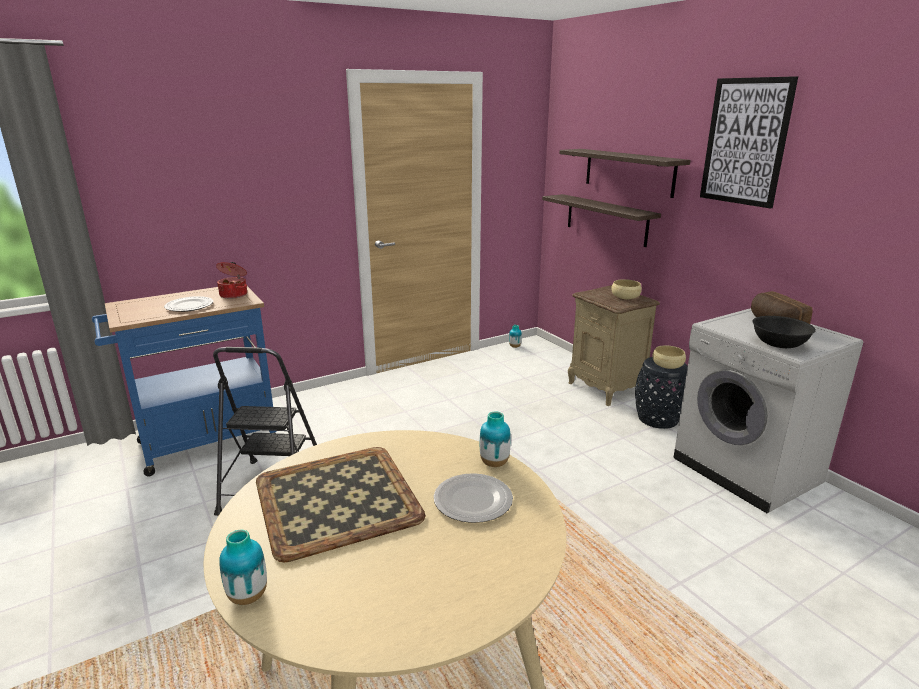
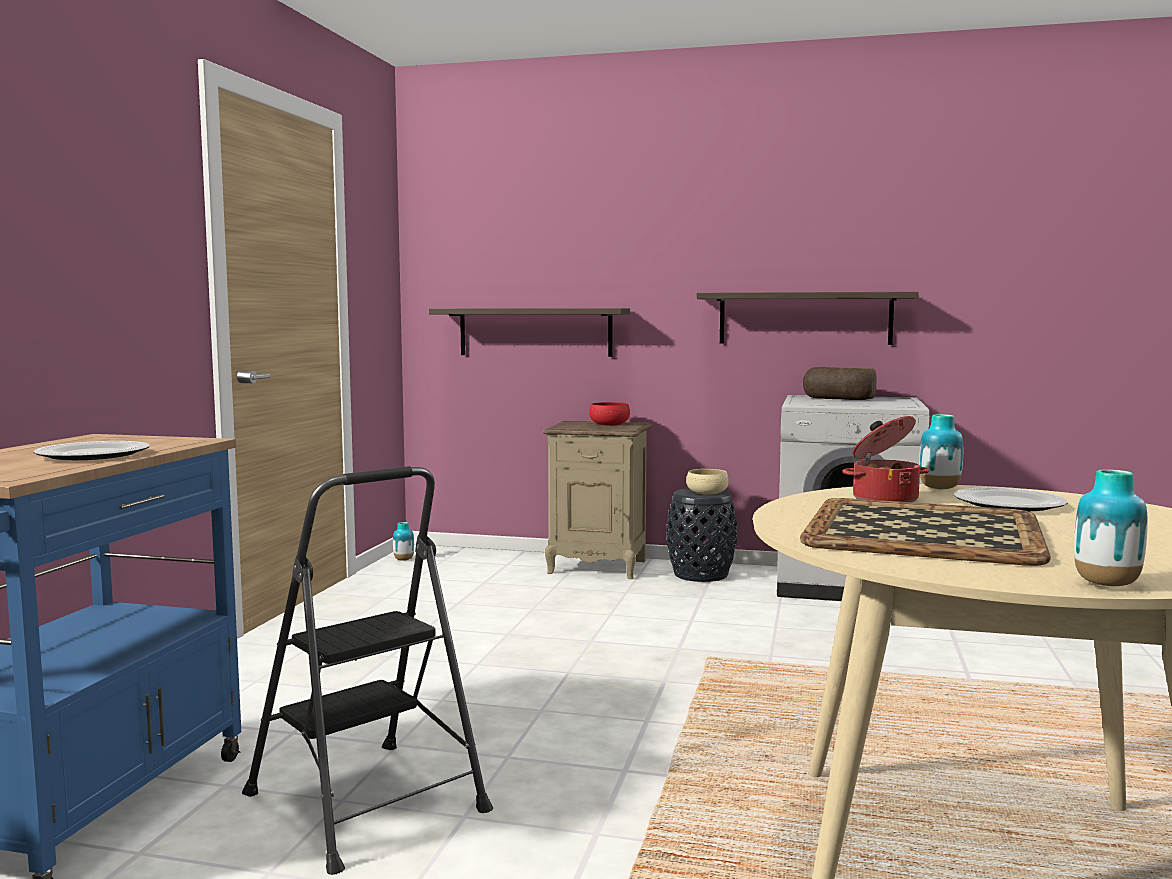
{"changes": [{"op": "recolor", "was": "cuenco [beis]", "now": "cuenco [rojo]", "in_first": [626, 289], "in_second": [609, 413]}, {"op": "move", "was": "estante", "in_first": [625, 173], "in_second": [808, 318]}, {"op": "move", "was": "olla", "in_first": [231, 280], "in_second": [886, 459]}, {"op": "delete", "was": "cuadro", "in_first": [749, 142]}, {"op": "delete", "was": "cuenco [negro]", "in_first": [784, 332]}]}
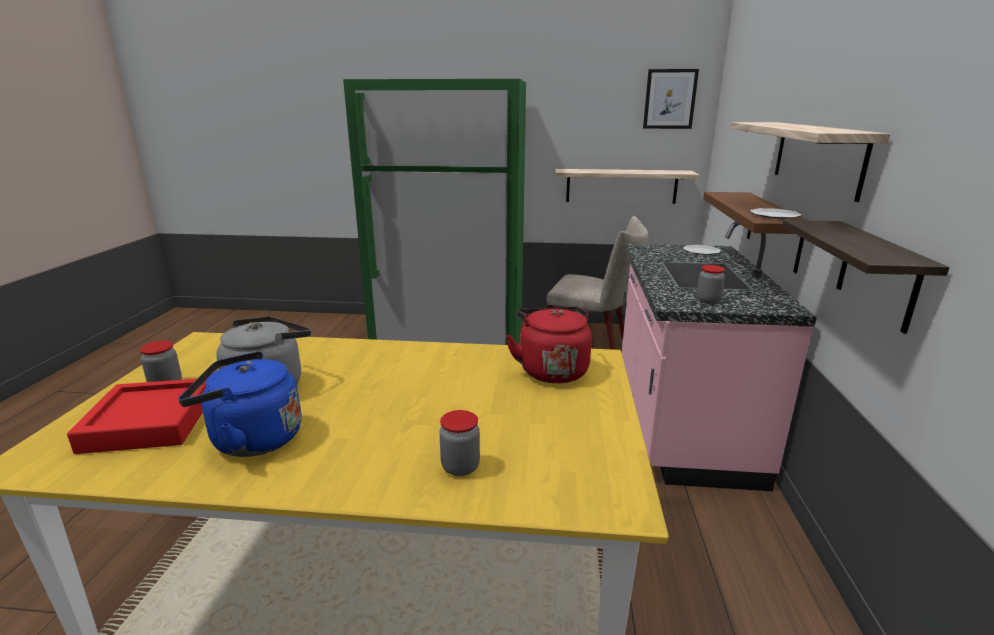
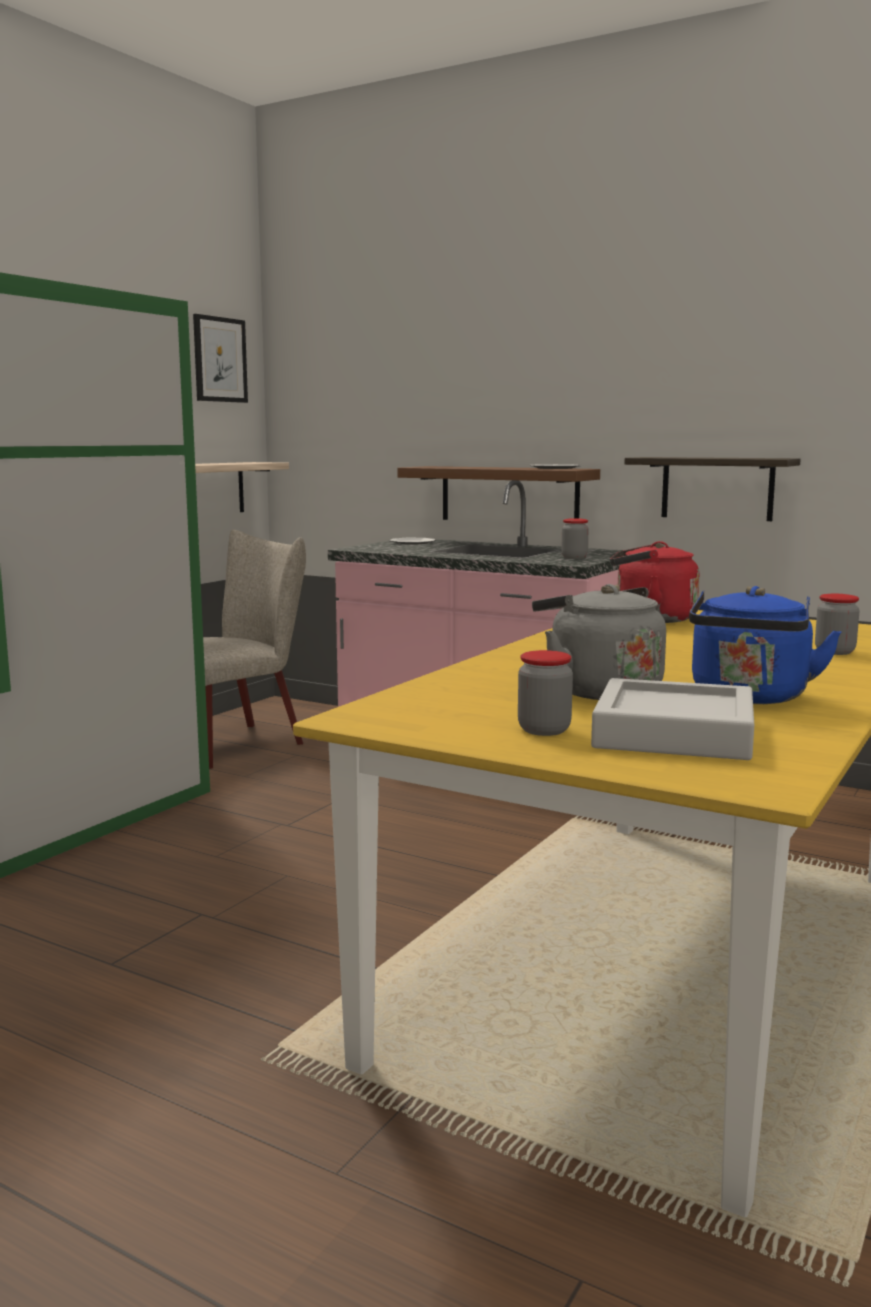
{"changes": [{"op": "recolor", "was": "bandeja [rojo]", "now": "bandeja [gris]", "in_first": [136, 416], "in_second": [672, 719]}, {"op": "delete", "was": "estante", "in_first": [810, 162]}]}
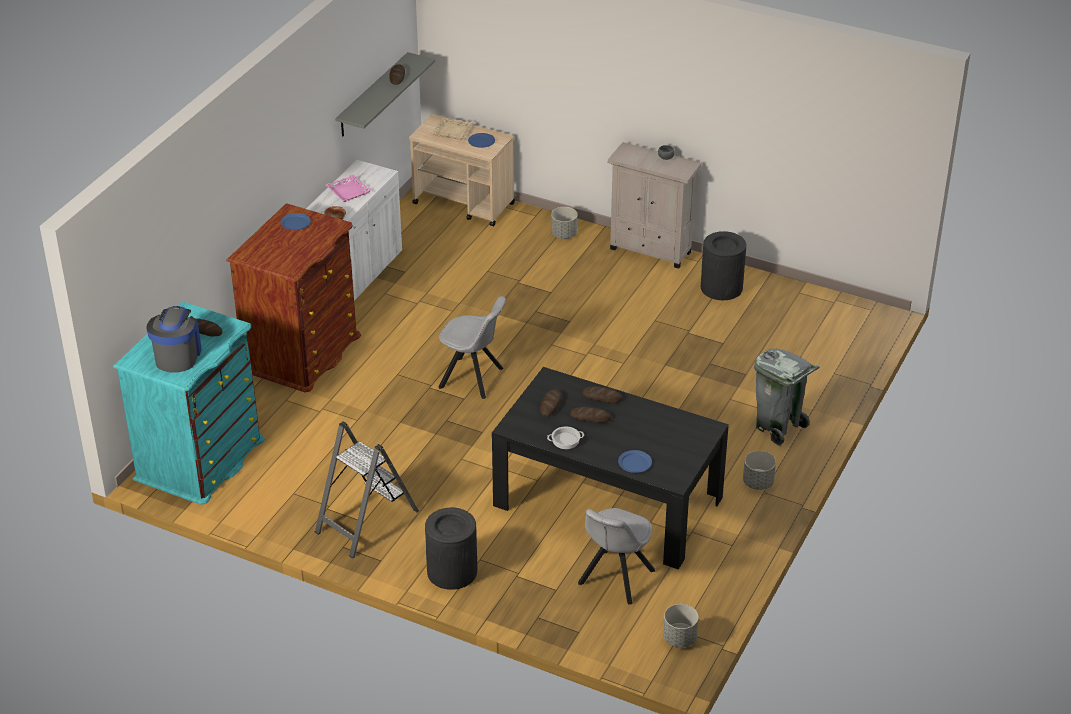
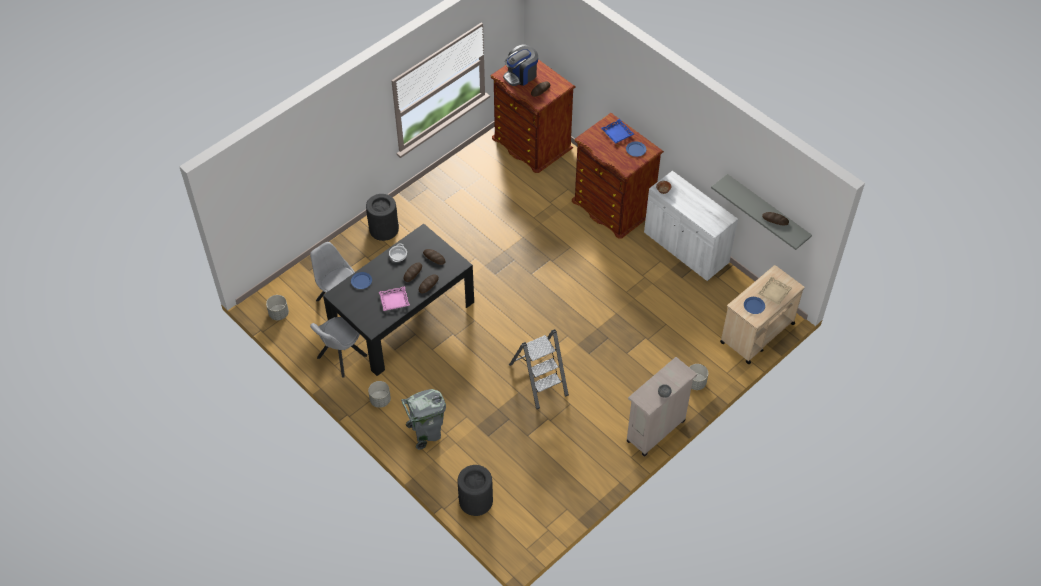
{"changes": [{"op": "move", "was": "silla [gris]", "in_first": [472, 347], "in_second": [338, 347]}, {"op": "move", "was": "bandeja [rosa]", "in_first": [348, 188], "in_second": [394, 298]}, {"op": "move", "was": "papelera [negro]", "in_first": [723, 265], "in_second": [475, 490]}, {"op": "recolor", "was": "cómoda [turquesa]", "now": "cómoda [marrón]", "in_first": [189, 403], "in_second": [533, 116]}, {"op": "rotate", "was": "cafetera", "in_first": [174, 339], "in_second": [520, 65], "clockwise": 120}, {"op": "move", "was": "escalera de tijera [gris]", "in_first": [367, 490], "in_second": [539, 369]}, {"op": "insert", "now": "bandeja [azul]", "in_second": [617, 131]}]}
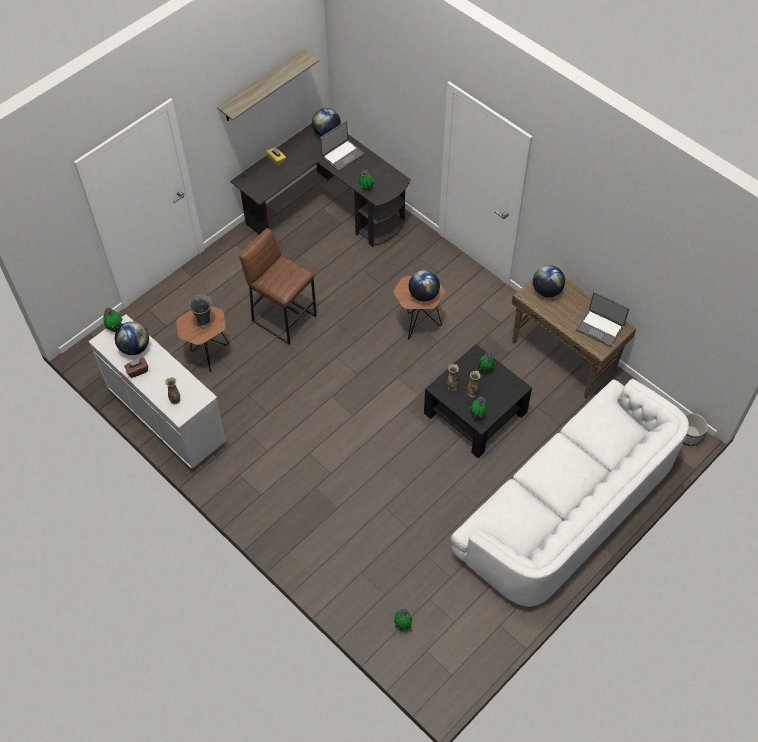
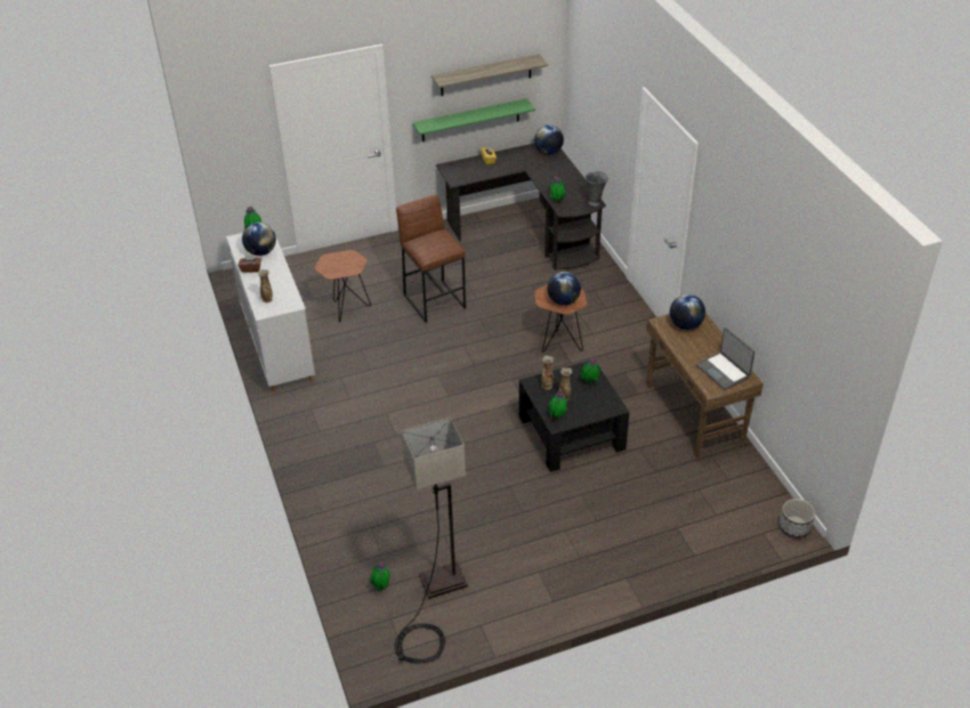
{"changes": [{"op": "insert", "now": "lámpara de pie", "in_second": [431, 540]}, {"op": "insert", "now": "estante [verde]", "in_second": [474, 120]}, {"op": "move", "was": "florero [gris]", "in_first": [200, 311], "in_second": [596, 189]}, {"op": "delete", "was": "portátil", "in_first": [342, 146]}, {"op": "delete", "was": "sofá [blanco]", "in_first": [570, 493]}]}
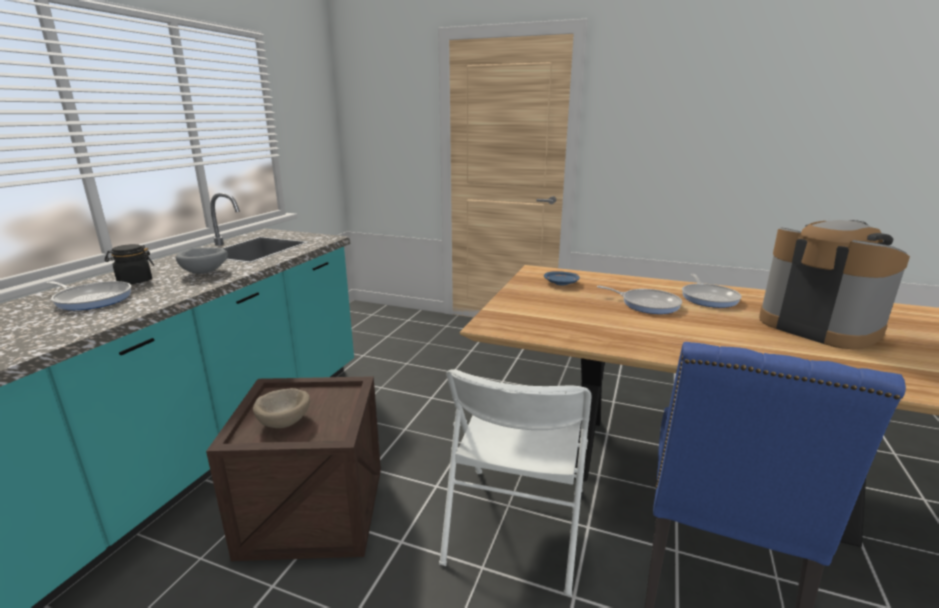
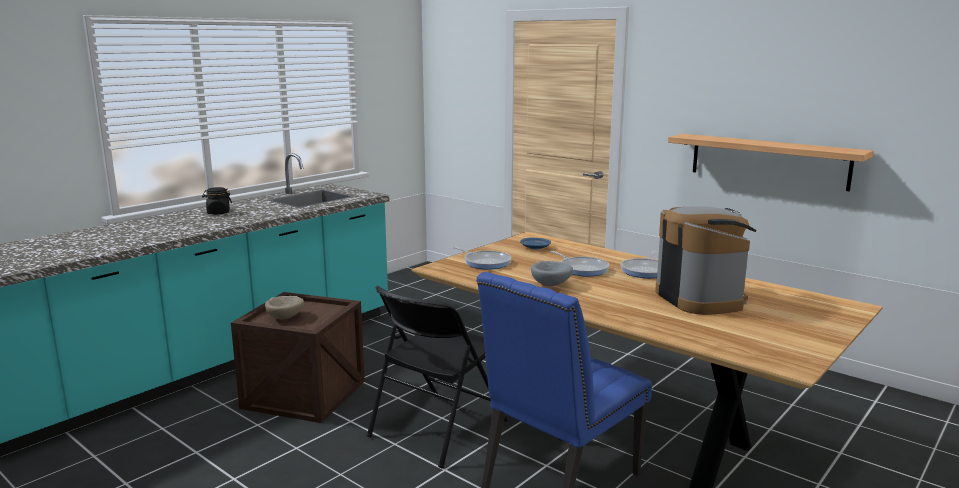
{"changes": [{"op": "recolor", "was": "silla [blanco]", "now": "silla [negro]", "in_first": [515, 482], "in_second": [437, 377]}, {"op": "move", "was": "sartén", "in_first": [88, 295], "in_second": [482, 258]}, {"op": "move", "was": "cuenco [gris]", "in_first": [202, 260], "in_second": [552, 273]}, {"op": "insert", "now": "estante", "in_second": [771, 163]}]}
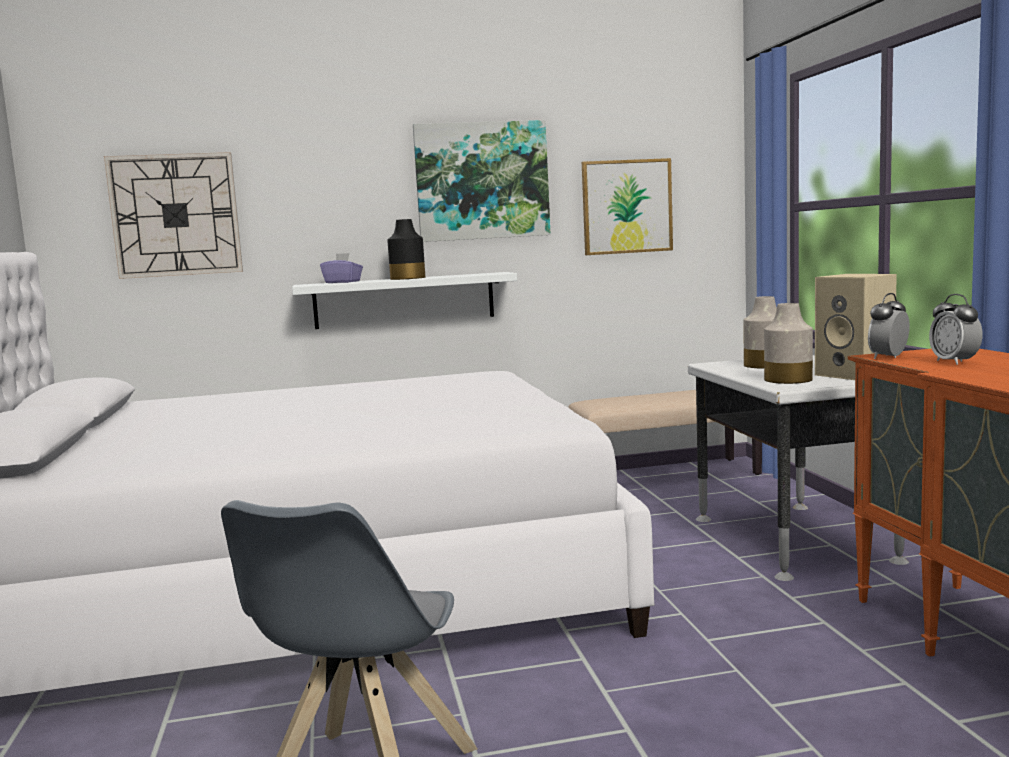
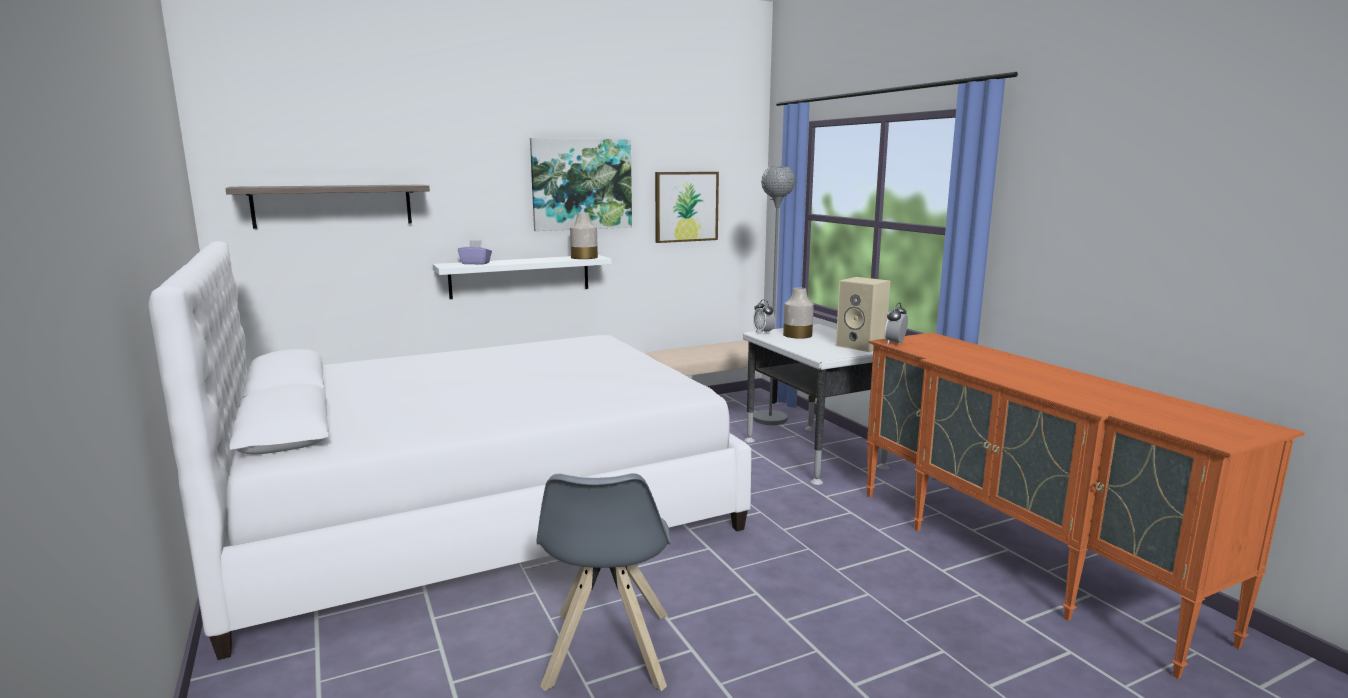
{"changes": [{"op": "replace", "was": "reloj de pared", "now": "estante", "in_first": [173, 215], "in_second": [327, 206]}, {"op": "move", "was": "florero [beis]", "in_first": [788, 343], "in_second": [584, 236]}, {"op": "insert", "now": "lámpara de pie [gris]", "in_second": [774, 295]}, {"op": "move", "was": "despertador", "in_first": [956, 329], "in_second": [764, 317]}, {"op": "delete", "was": "florero [negro]", "in_first": [406, 249]}]}
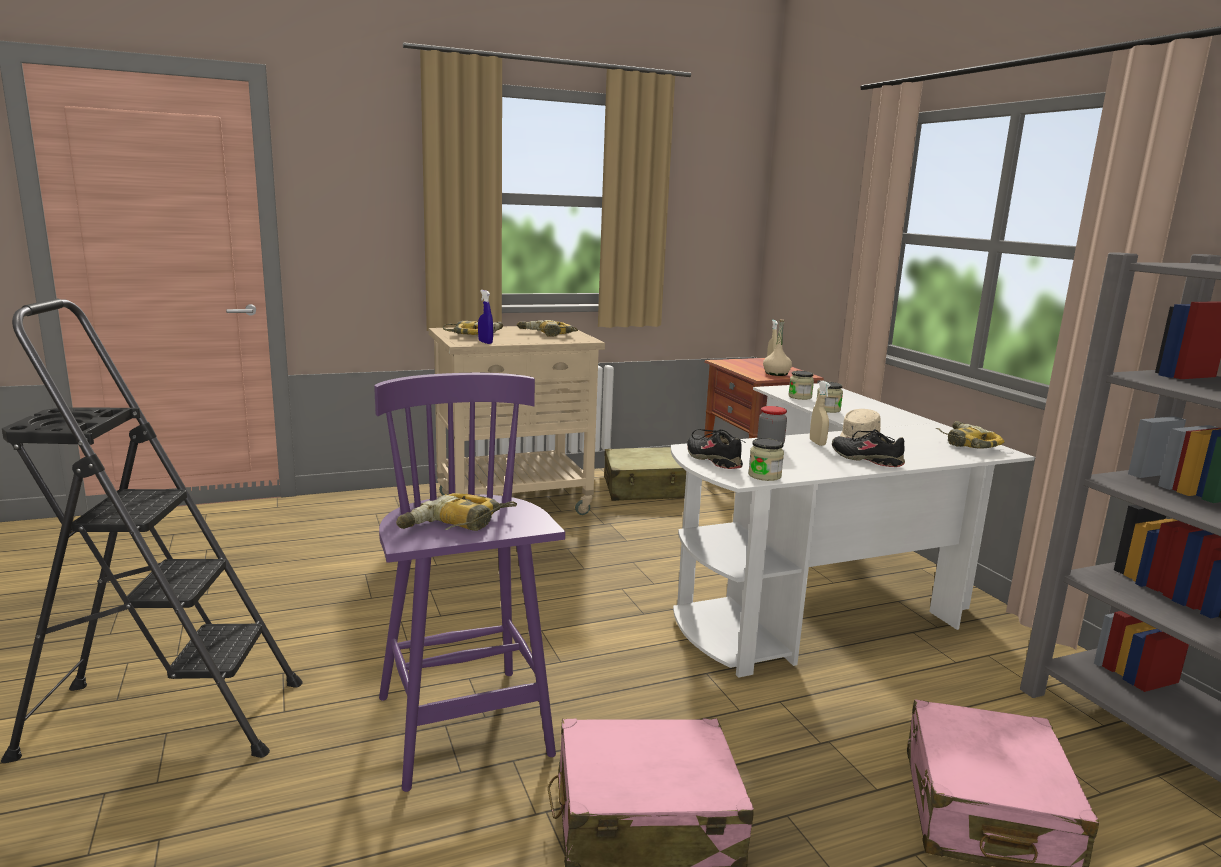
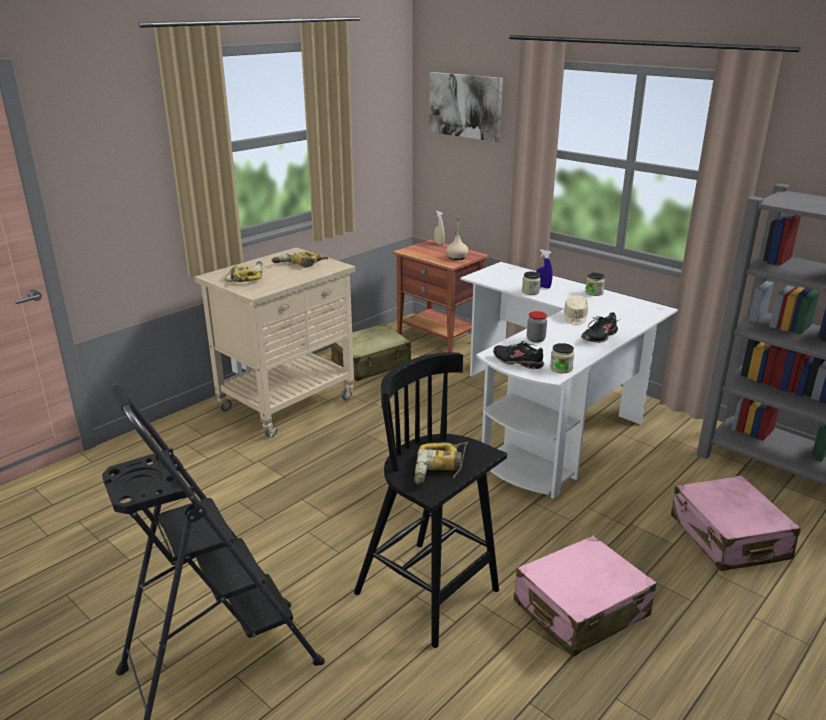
{"changes": [{"op": "recolor", "was": "taburete [morado]", "now": "taburete [negro]", "in_first": [469, 582], "in_second": [430, 500]}, {"op": "insert", "now": "cuadro", "in_second": [466, 107]}, {"op": "move", "was": "pulverizador [azul]", "in_first": [485, 317], "in_second": [544, 269]}, {"op": "rotate", "was": "zapato [negro]", "in_first": [868, 448], "in_second": [600, 327], "clockwise": -60}, {"op": "move", "was": "tarro", "in_first": [801, 385], "in_second": [595, 284]}, {"op": "delete", "was": "pulverizador [beis]", "in_first": [820, 413]}, {"op": "delete", "was": "taladro", "in_first": [970, 435]}]}
